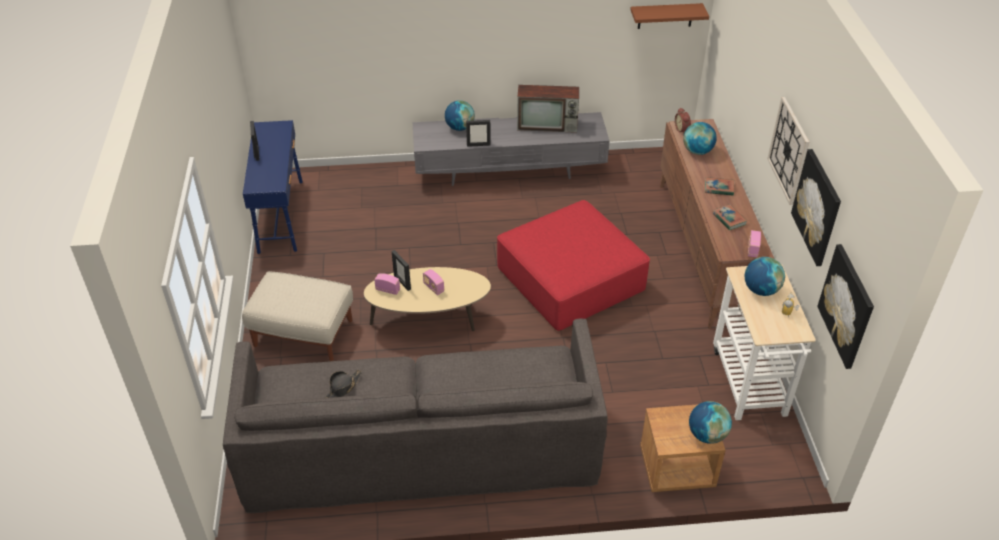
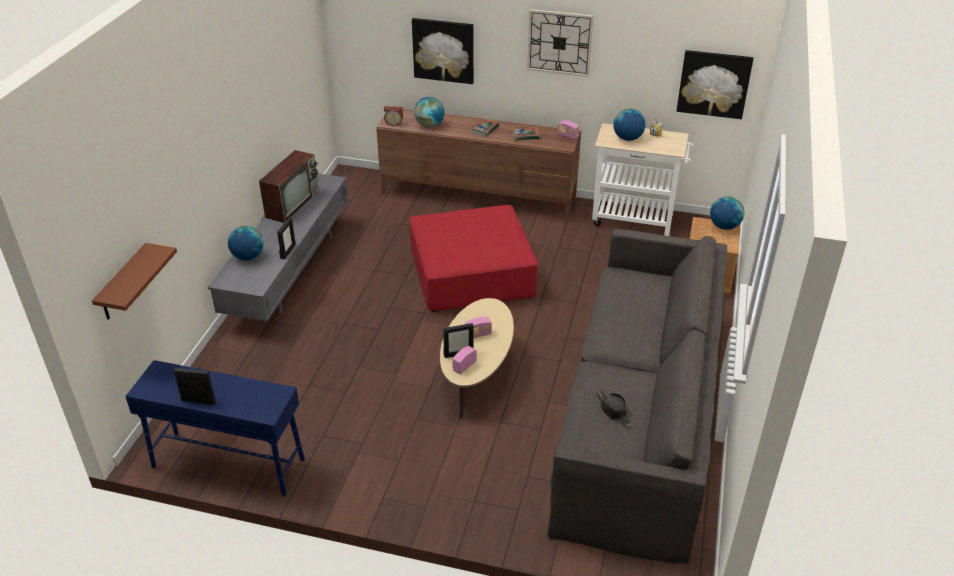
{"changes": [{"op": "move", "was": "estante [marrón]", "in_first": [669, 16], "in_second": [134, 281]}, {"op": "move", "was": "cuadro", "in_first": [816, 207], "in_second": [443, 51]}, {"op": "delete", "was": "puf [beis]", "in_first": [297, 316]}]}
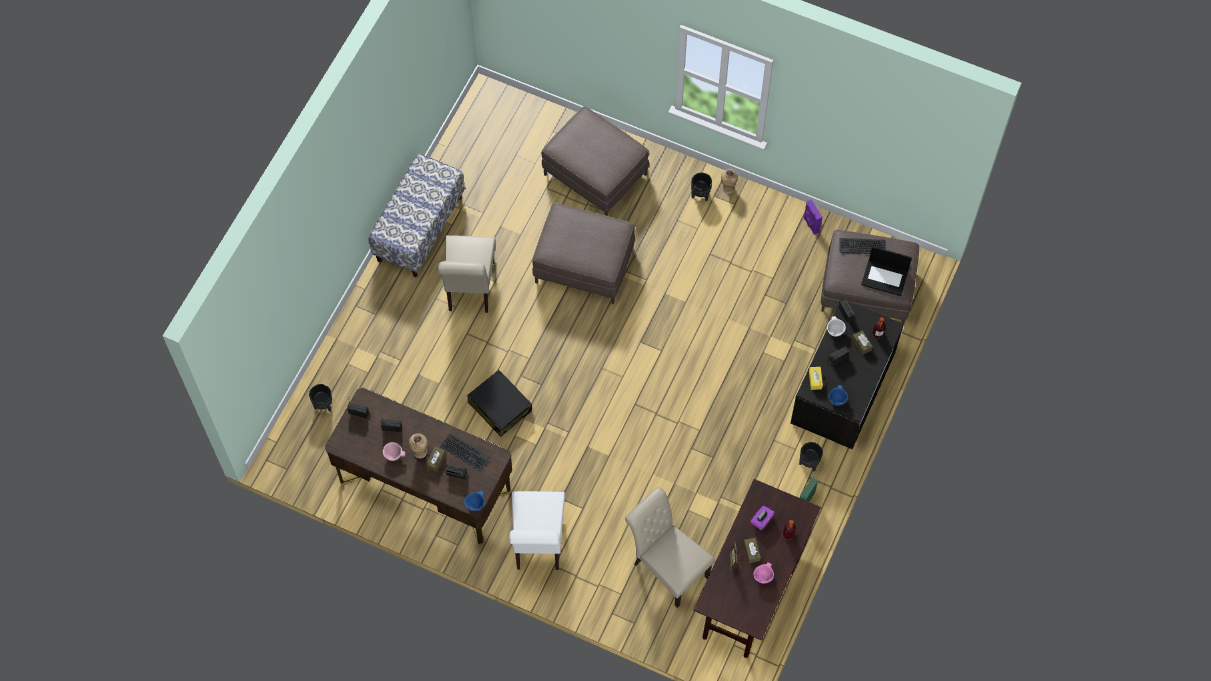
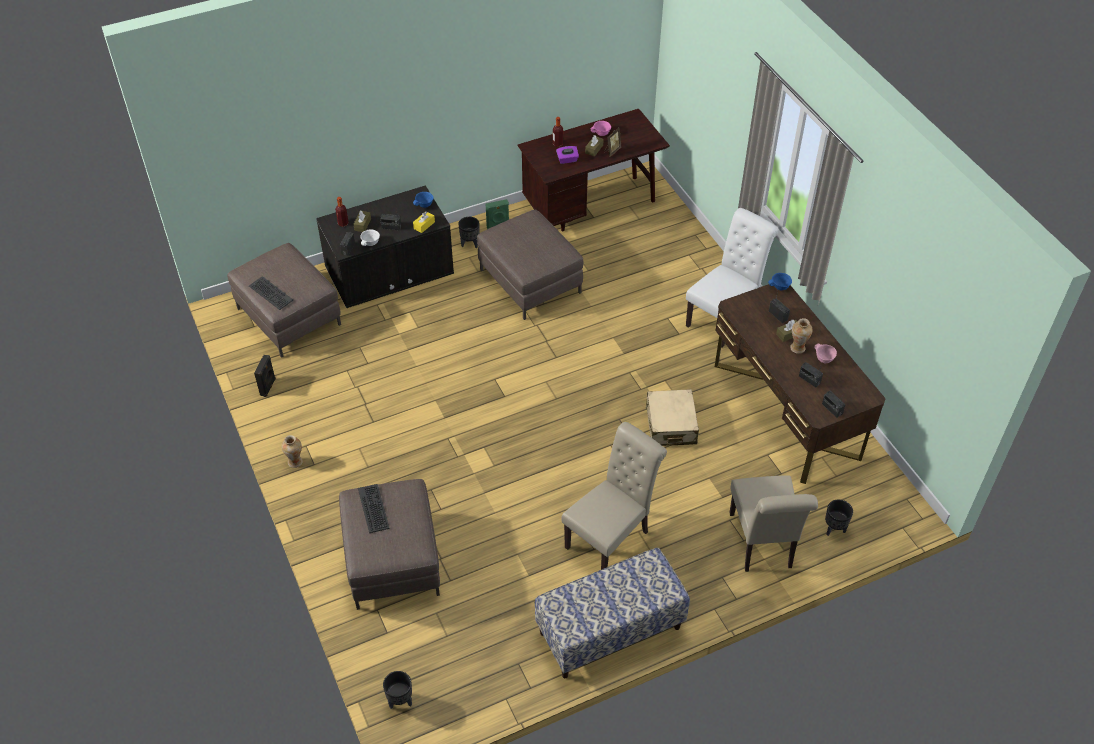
{"changes": [{"op": "recolor", "was": "altavoz [morado]", "now": "altavoz [negro]", "in_first": [812, 217], "in_second": [265, 376]}, {"op": "move", "was": "teclado", "in_first": [465, 452], "in_second": [374, 508]}, {"op": "move", "was": "maceta [negro]", "in_first": [701, 186], "in_second": [397, 690]}, {"op": "move", "was": "puf [marrón]", "in_first": [583, 253], "in_second": [530, 265]}, {"op": "recolor", "was": "maleta [negro]", "now": "maleta [beis]", "in_first": [499, 403], "in_second": [672, 417]}, {"op": "move", "was": "silla [beis]", "in_first": [670, 547], "in_second": [773, 523]}, {"op": "delete", "was": "portátil", "in_first": [886, 271]}]}
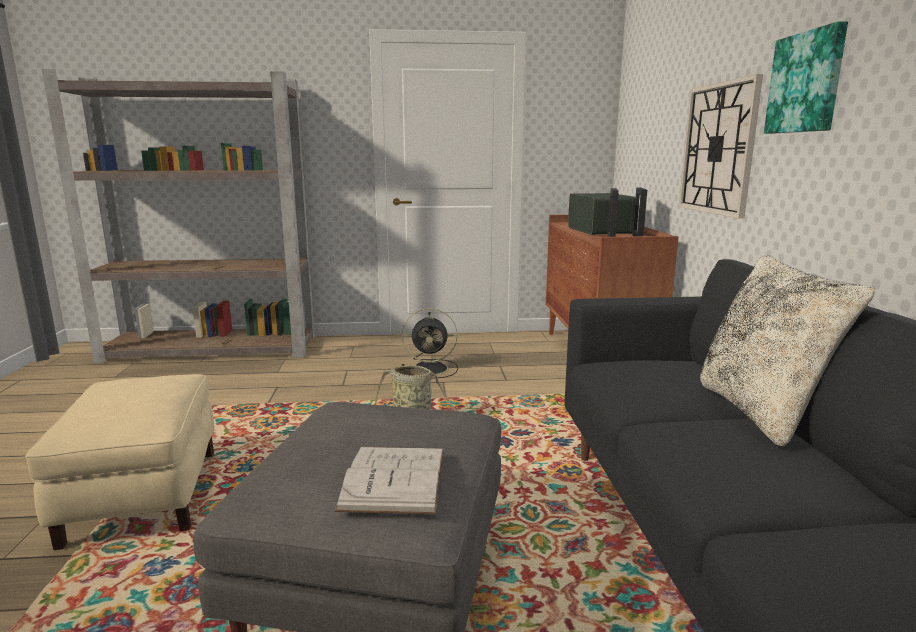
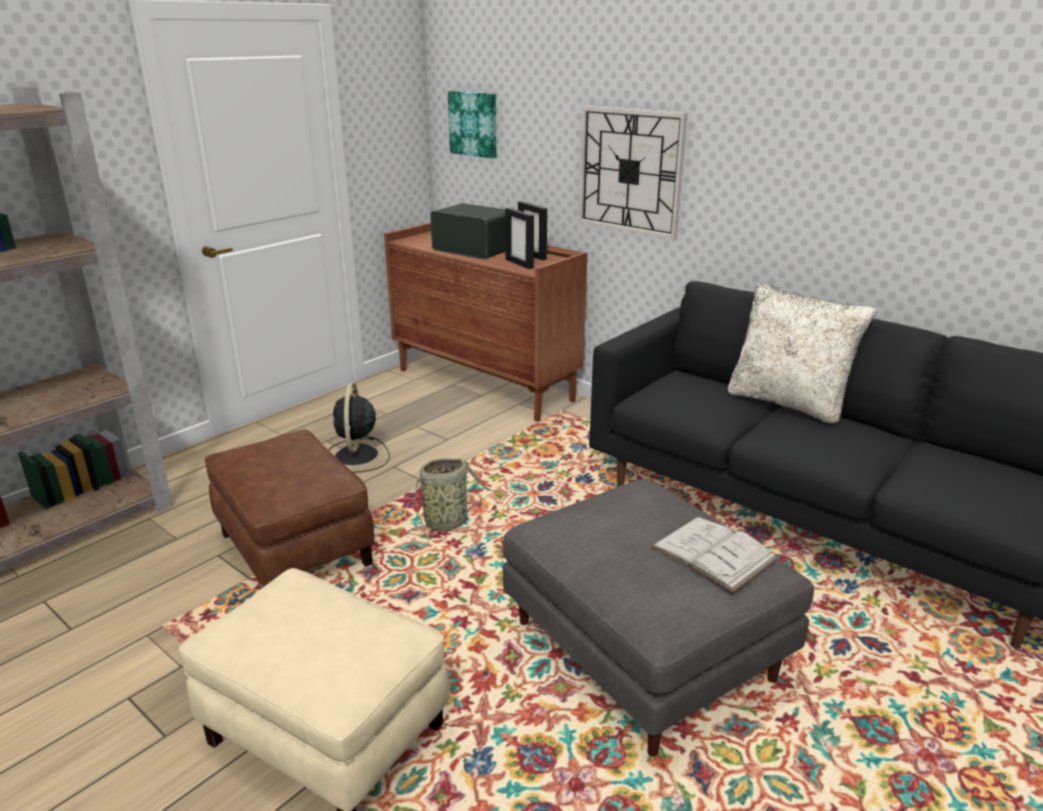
{"changes": [{"op": "insert", "now": "puf [marrón]", "in_second": [290, 508]}, {"op": "rotate", "was": "ventilador [negro]", "in_first": [430, 343], "in_second": [359, 428], "clockwise": 135}, {"op": "move", "was": "cuadro", "in_first": [806, 77], "in_second": [472, 124]}]}
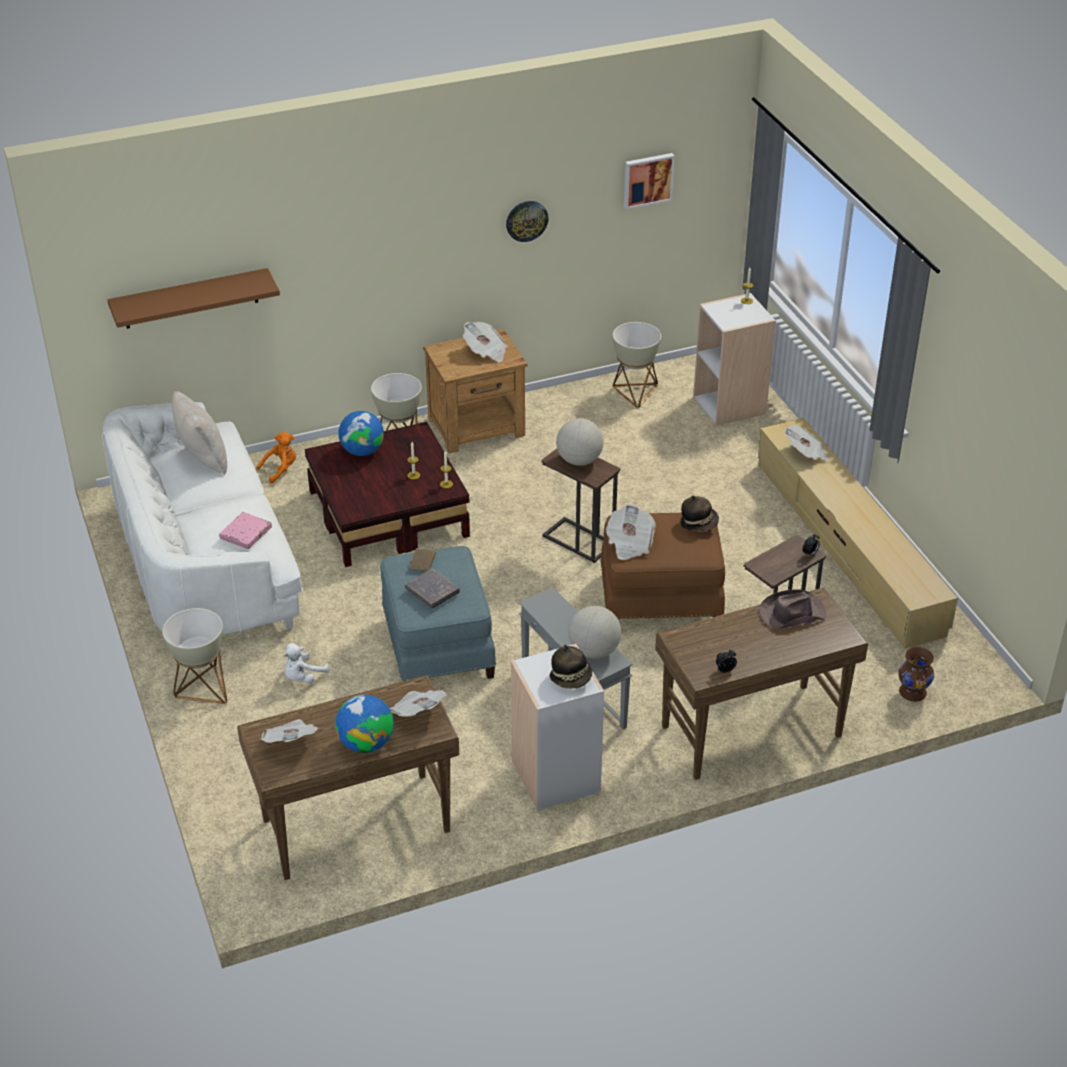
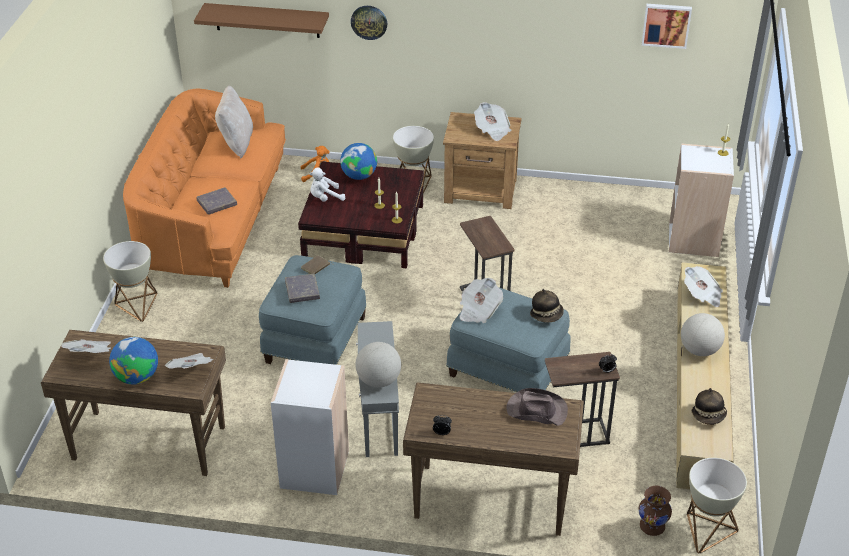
{"changes": [{"op": "recolor", "was": "sofá [blanco]", "now": "sofá [naranja]", "in_first": [202, 518], "in_second": [204, 188]}, {"op": "recolor", "was": "libro [rosa]", "now": "libro [gris]", "in_first": [245, 530], "in_second": [217, 201]}, {"op": "move", "was": "peluche [blanco]", "in_first": [306, 663], "in_second": [327, 185]}, {"op": "move", "was": "reloj de pared", "in_first": [527, 221], "in_second": [369, 23]}, {"op": "recolor", "was": "puf [marrón]", "now": "puf [azul]", "in_first": [663, 566], "in_second": [508, 339]}, {"op": "move", "was": "globo terráqueo", "in_first": [580, 442], "in_second": [703, 334]}, {"op": "move", "was": "maceta", "in_first": [636, 365], "in_second": [717, 505]}, {"op": "move", "was": "sombrero", "in_first": [571, 667], "in_second": [709, 406]}]}
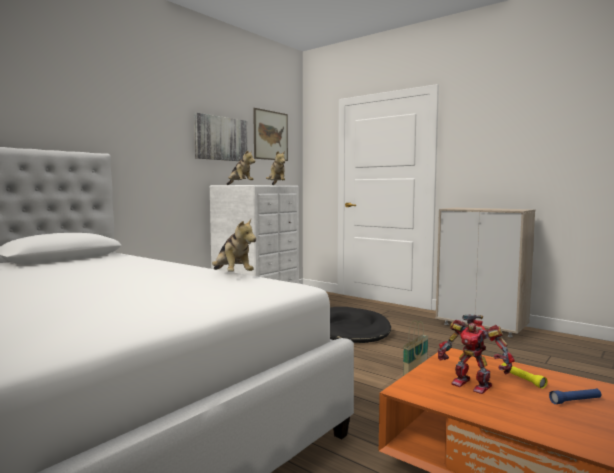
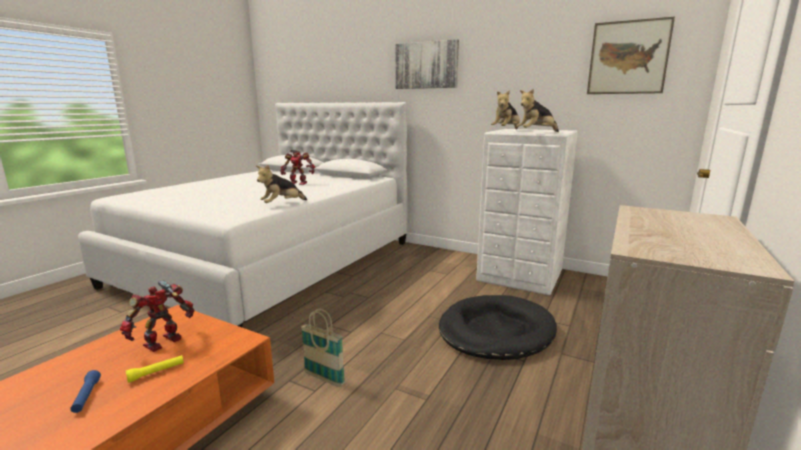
{"changes": [{"op": "insert", "now": "robot de juguete", "in_second": [297, 167]}, {"op": "move", "was": "cuadro", "in_first": [221, 137], "in_second": [427, 64]}]}
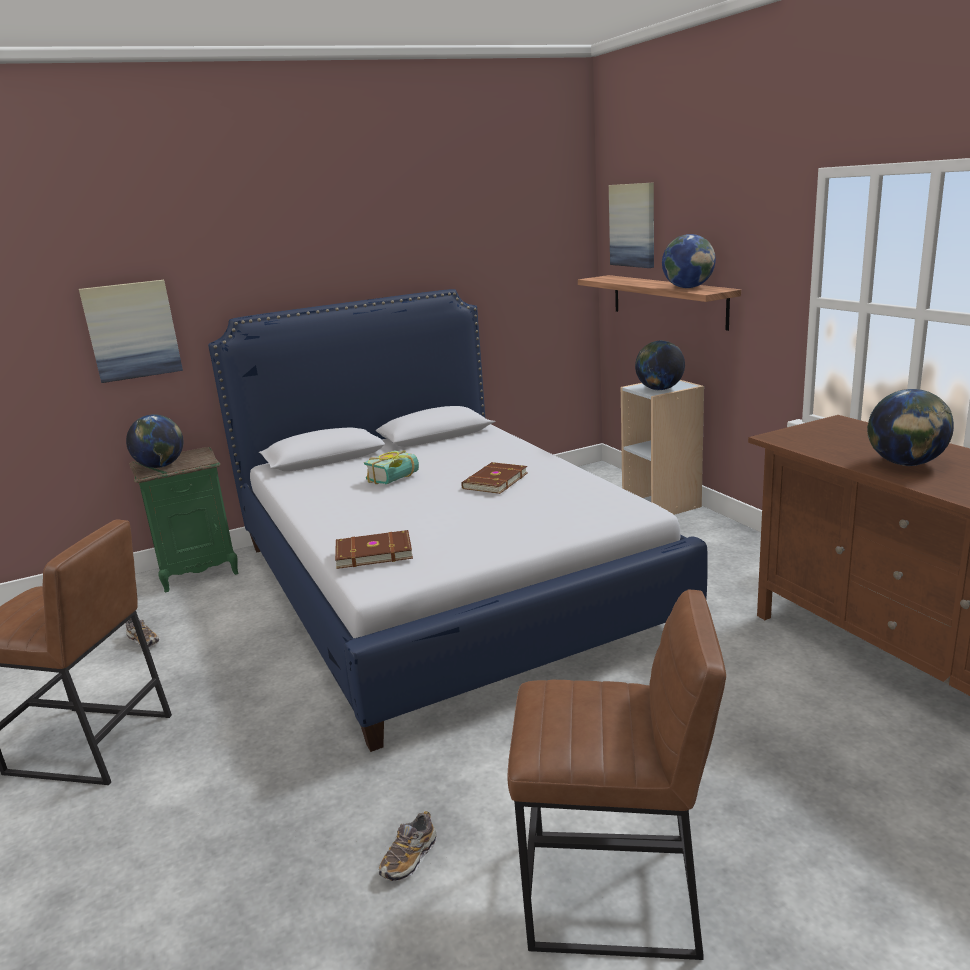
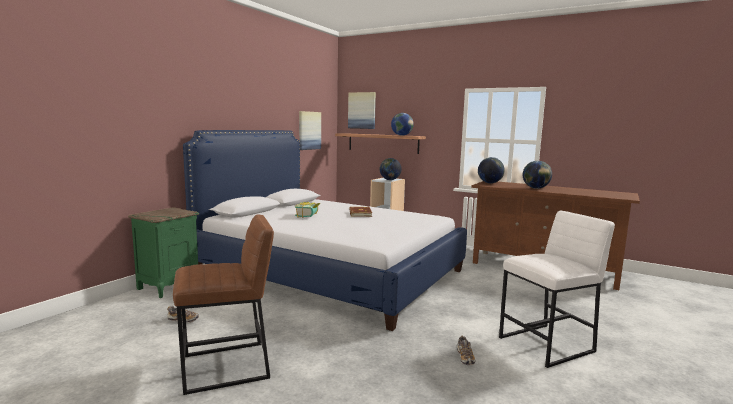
{"changes": [{"op": "move", "was": "cuadro", "in_first": [131, 331], "in_second": [310, 130]}, {"op": "move", "was": "globo terráqueo", "in_first": [155, 441], "in_second": [491, 170]}, {"op": "recolor", "was": "silla [marrón]", "now": "silla [blanco]", "in_first": [617, 774], "in_second": [557, 289]}, {"op": "delete", "was": "libro [marrón]", "in_first": [374, 549]}]}
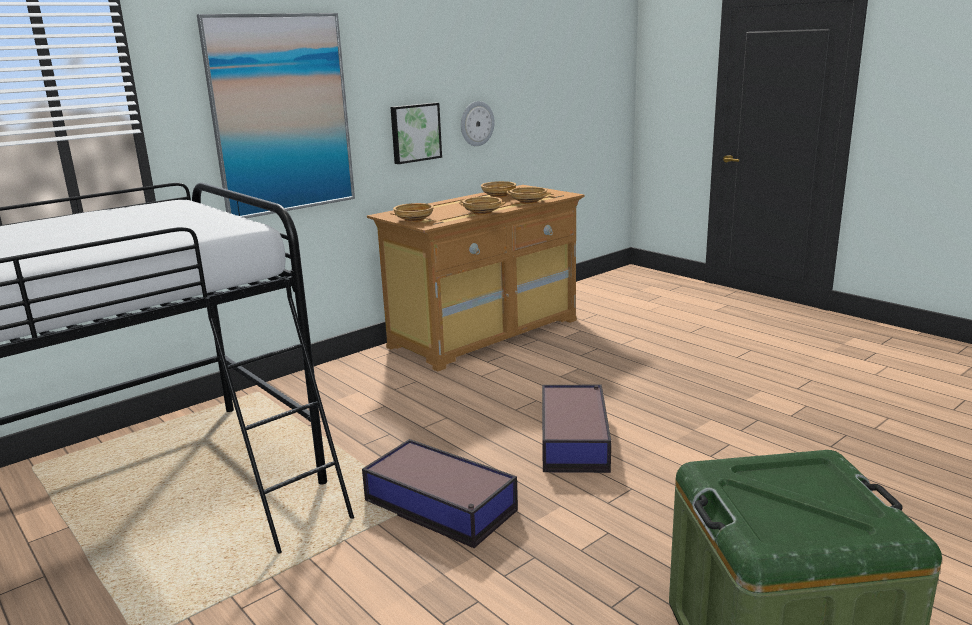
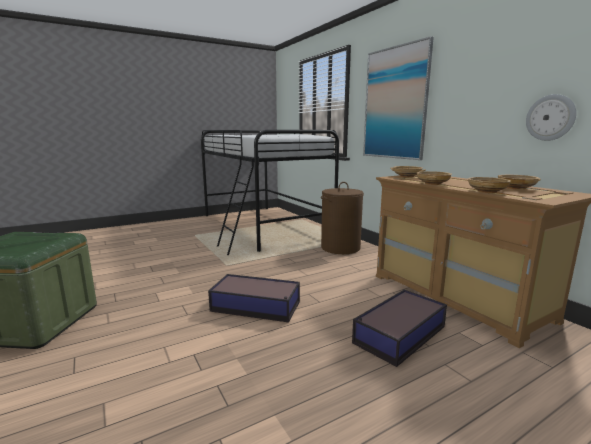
{"changes": [{"op": "insert", "now": "cesto de la ropa [marrón]", "in_second": [342, 218]}, {"op": "move", "was": "caja de almacenaje", "in_first": [440, 493], "in_second": [399, 328]}, {"op": "delete", "was": "cuadro", "in_first": [416, 133]}]}
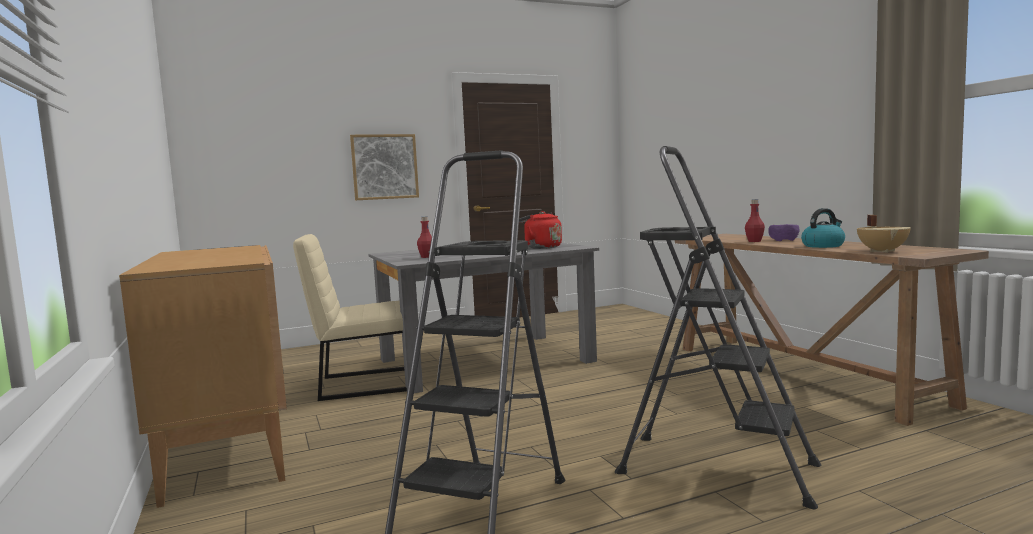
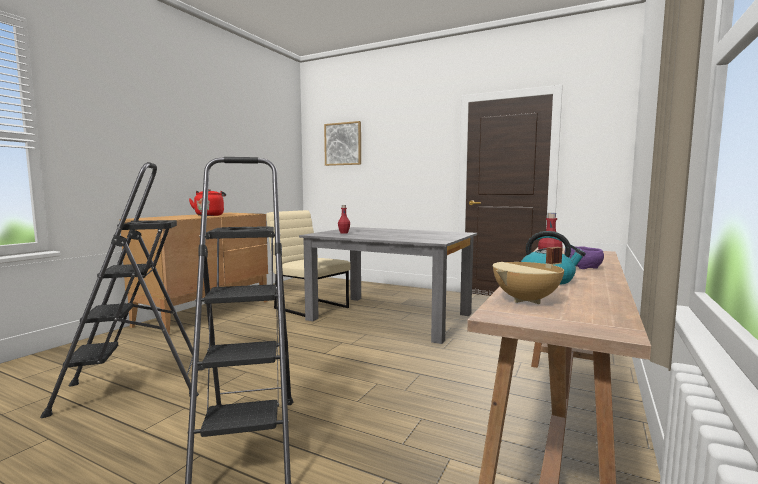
{"changes": [{"op": "move", "was": "hervidor [rojo]", "in_first": [540, 230], "in_second": [207, 202]}, {"op": "move", "was": "cuadro", "in_first": [384, 167], "in_second": [342, 143]}]}
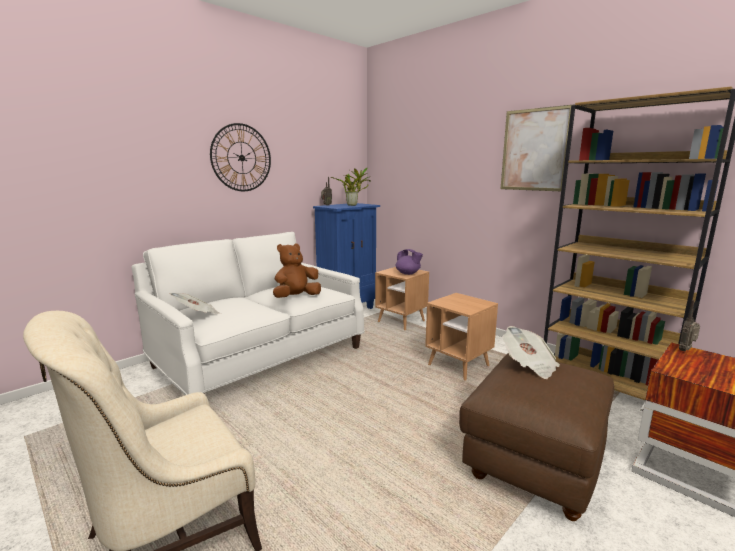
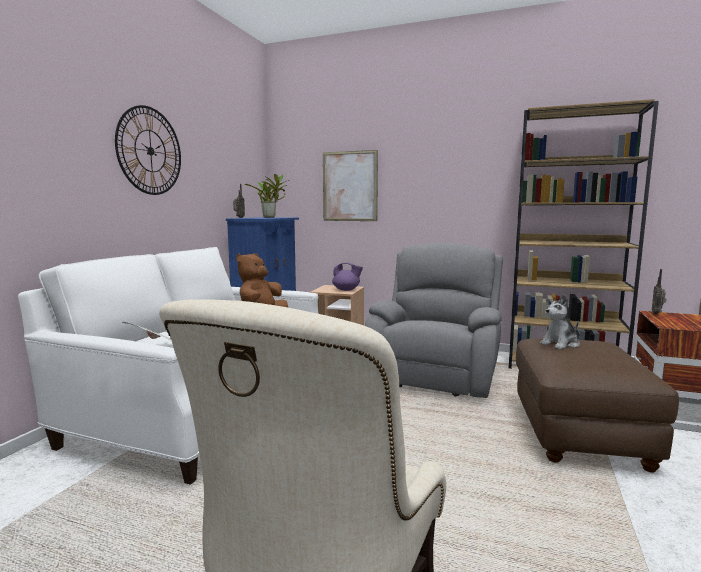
{"changes": [{"op": "move", "was": "cuadro", "in_first": [538, 147], "in_second": [350, 185]}, {"op": "replace", "was": "mesa auxiliar [marrón]", "now": "sillón [gris]", "in_first": [461, 336], "in_second": [434, 320]}, {"op": "replace", "was": "periódico", "now": "peluche", "in_first": [531, 352], "in_second": [560, 322]}]}
